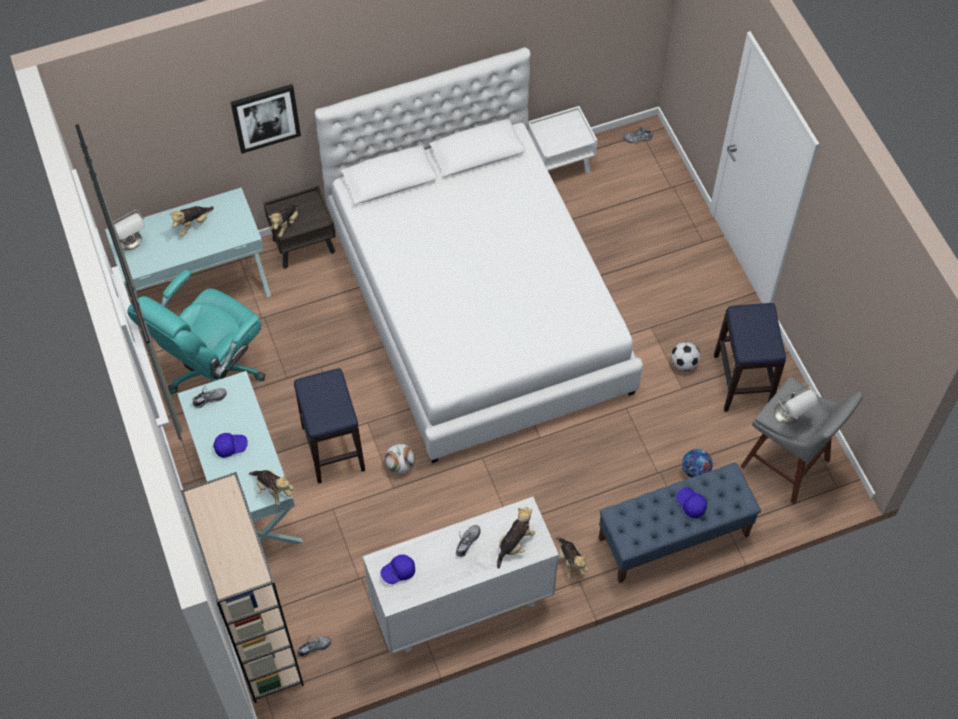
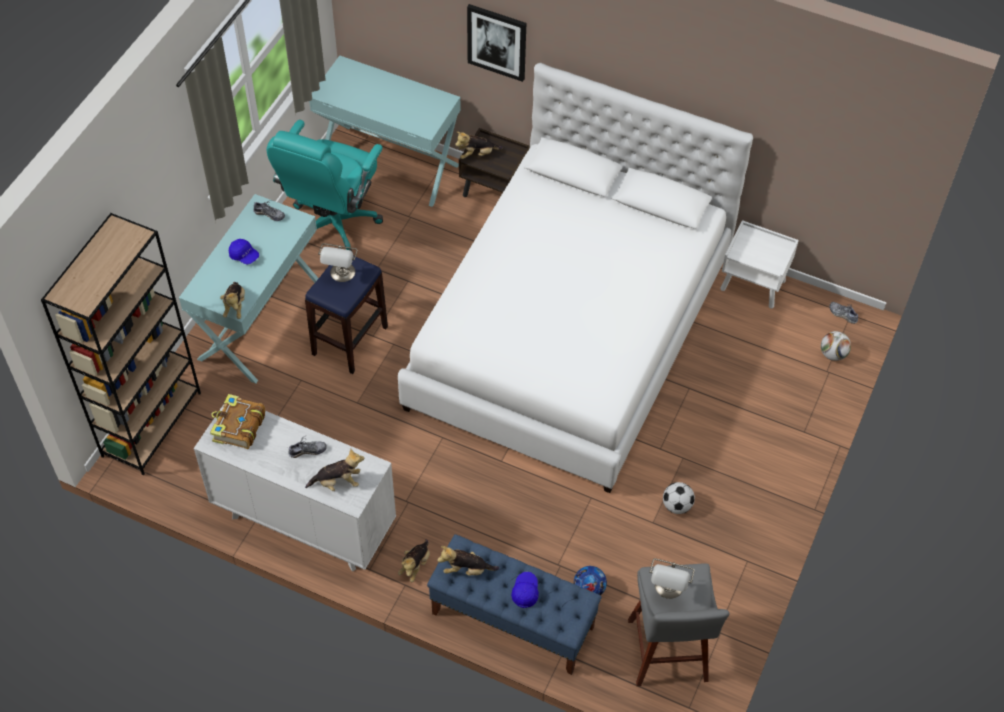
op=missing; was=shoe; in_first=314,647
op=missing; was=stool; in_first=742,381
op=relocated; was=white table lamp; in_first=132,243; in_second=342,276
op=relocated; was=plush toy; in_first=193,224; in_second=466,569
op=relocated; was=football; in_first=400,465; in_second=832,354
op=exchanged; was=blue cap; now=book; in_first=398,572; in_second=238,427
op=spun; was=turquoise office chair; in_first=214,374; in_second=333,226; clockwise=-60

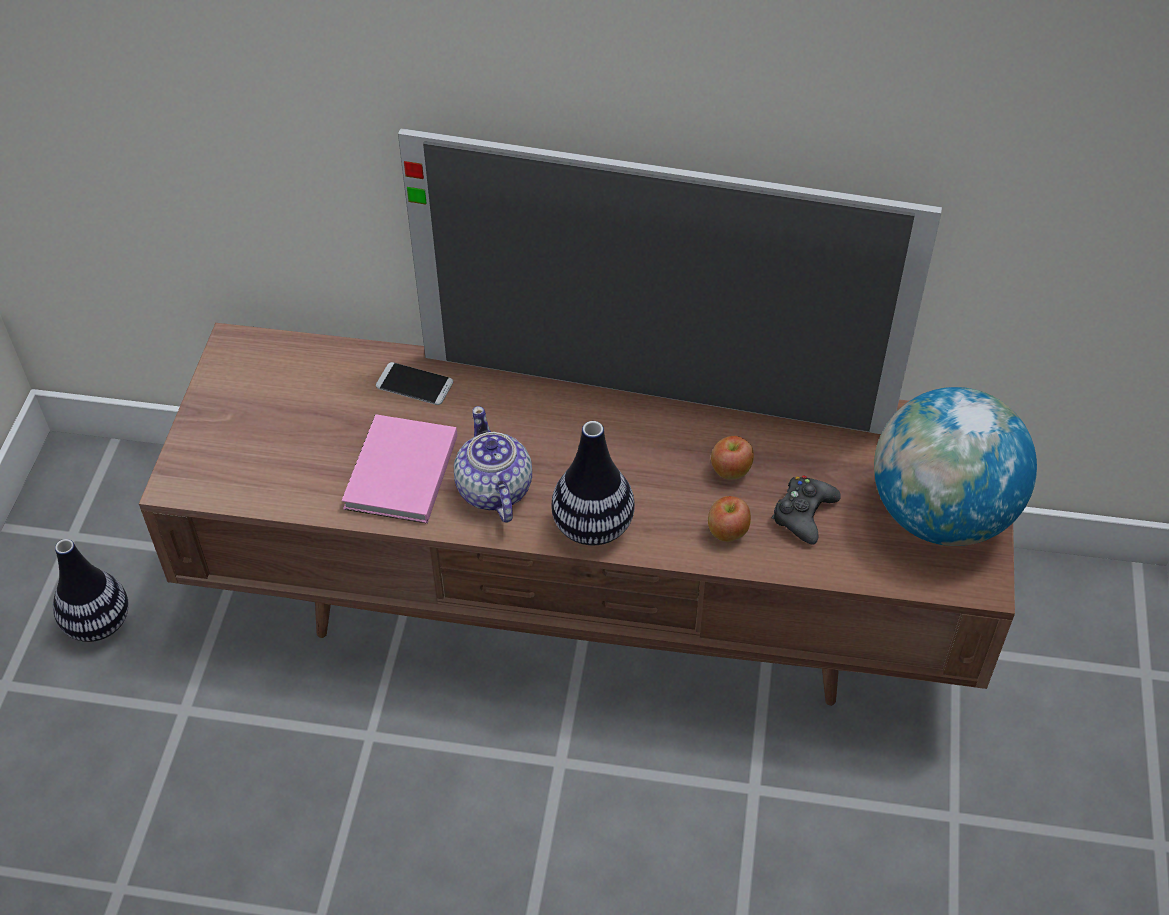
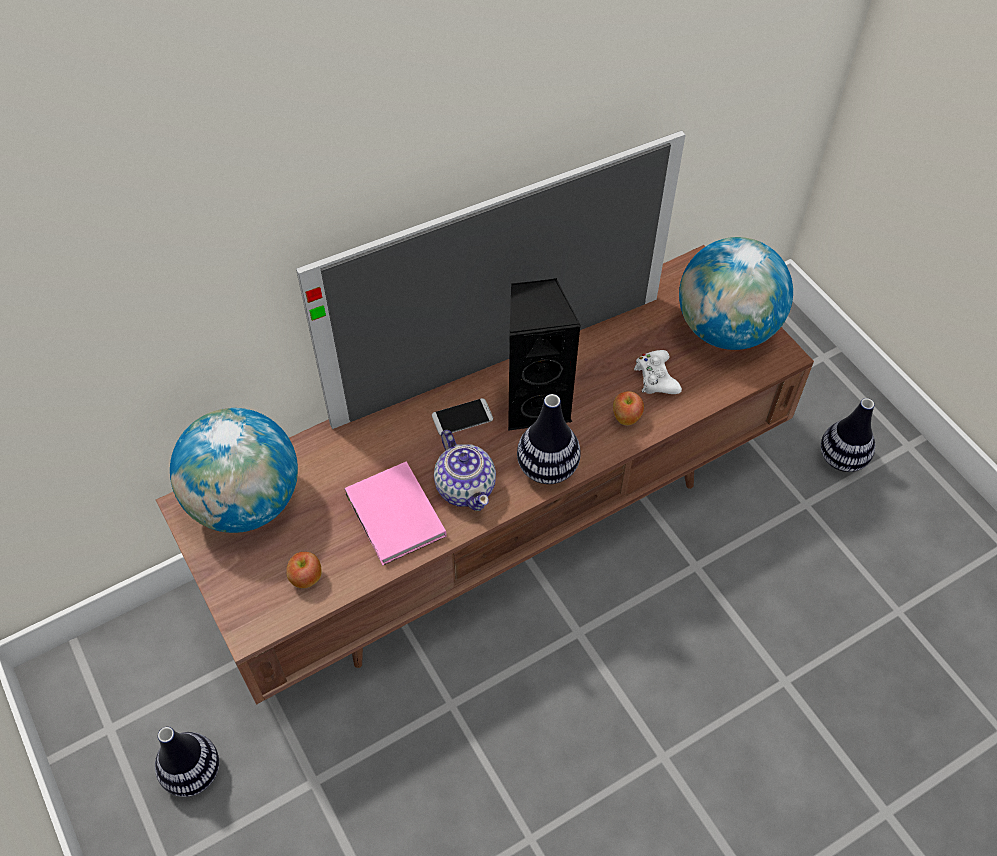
op=appeared; now=globe; in_second=246,502
op=appeared; now=black speaker; in_second=536,404
op=appeared; now=vase; in_second=842,458
op=relocated; was=phone; in_first=414,384; in_second=462,417
op=relocated; was=apple; in_first=730,471; in_second=306,578
op=colour; was=black game controller; now=white game controller; in_first=803,514; in_second=656,378
op=spun; was=teapot; in_first=493,490; in_second=465,486; clockwise=-150

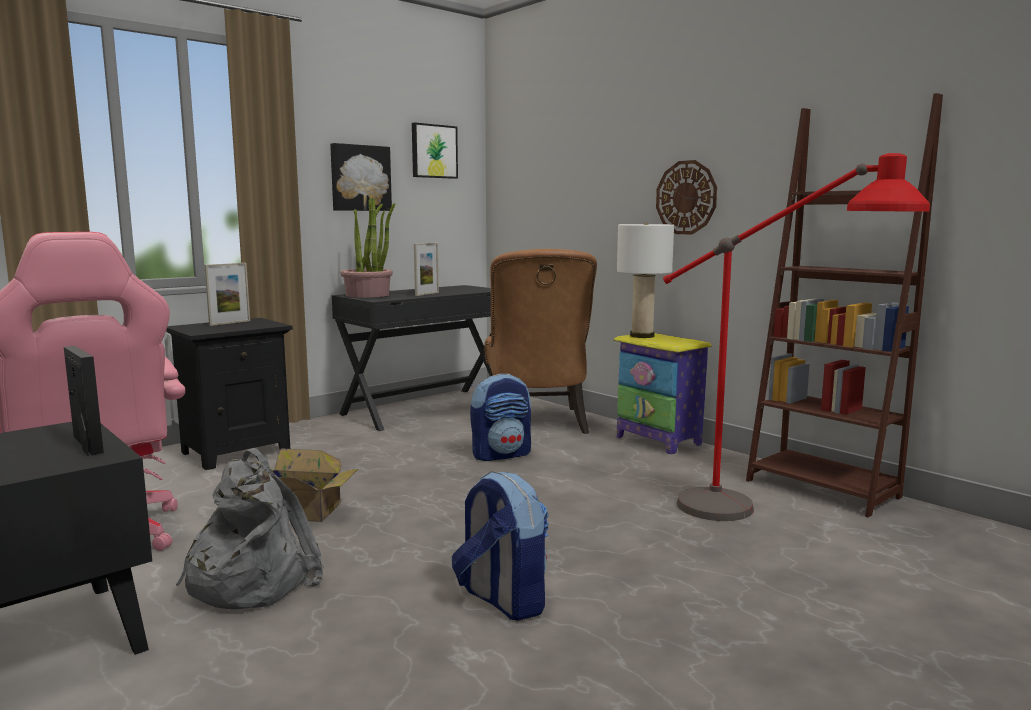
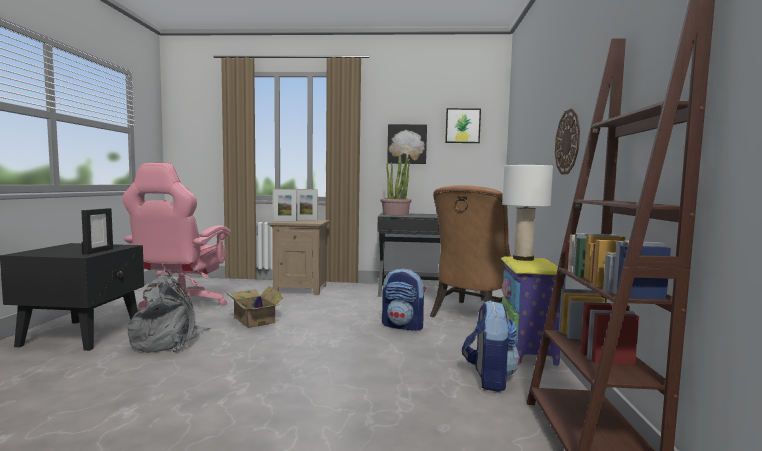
op=missing; was=red floor lamp; in_first=769,517
op=relocated; was=picture frame; in_first=427,294; in_second=284,221
op=relocated; was=backpack; in_first=502,600; in_second=489,378
op=colour; was=black nightstand; now=beige nightstand; in_first=238,452; in_second=300,289

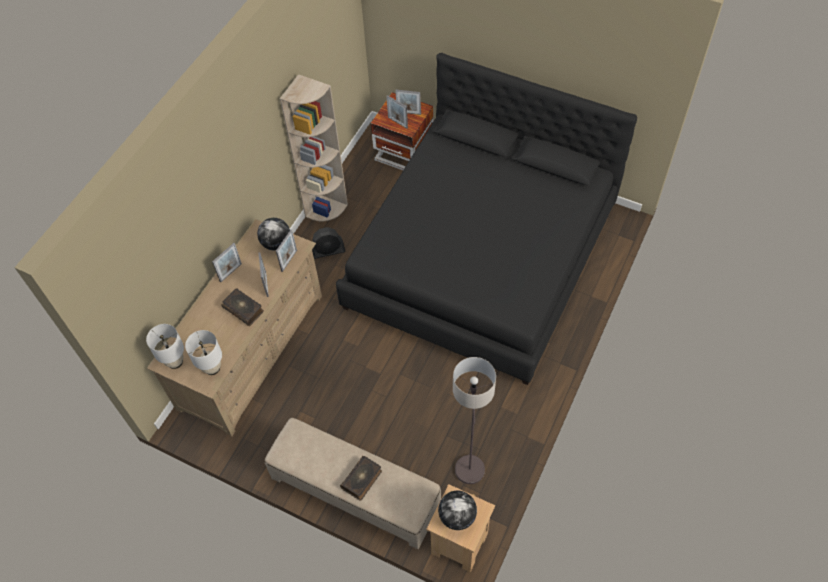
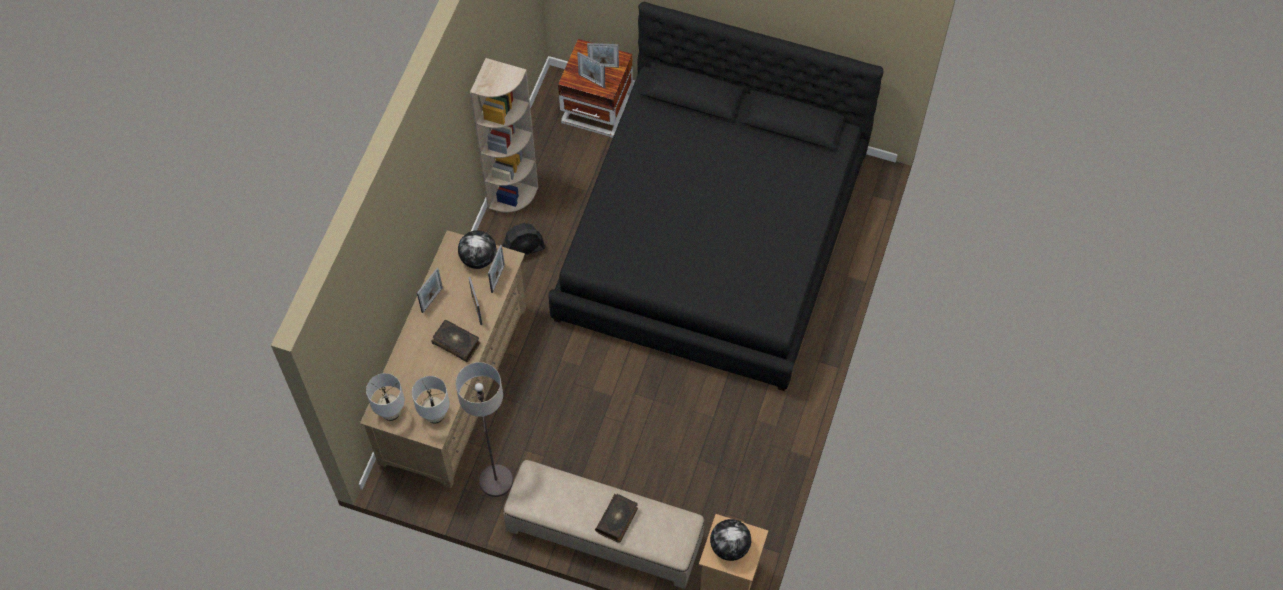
op=relocated; was=grey floor lamp; in_first=469,461; in_second=495,471

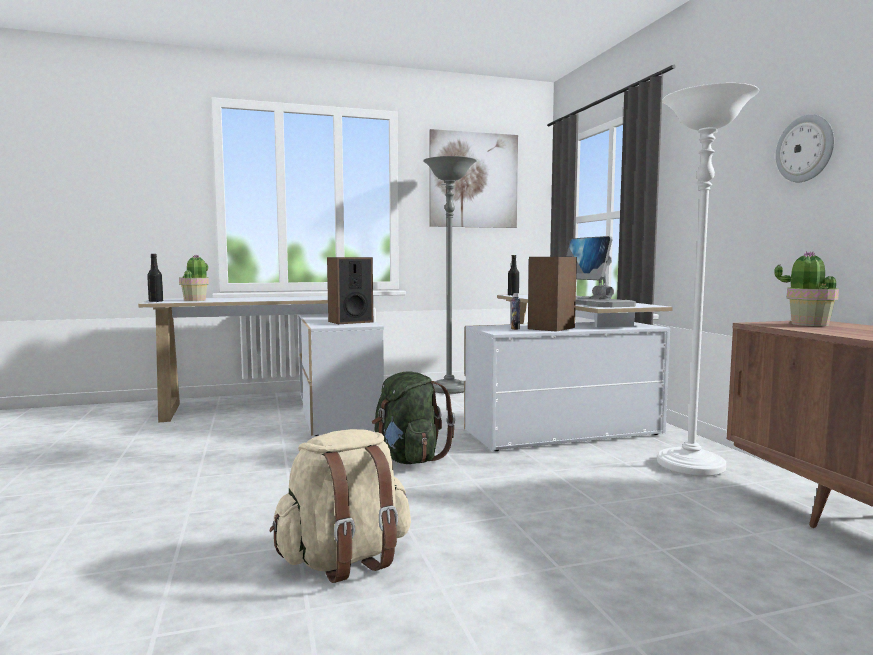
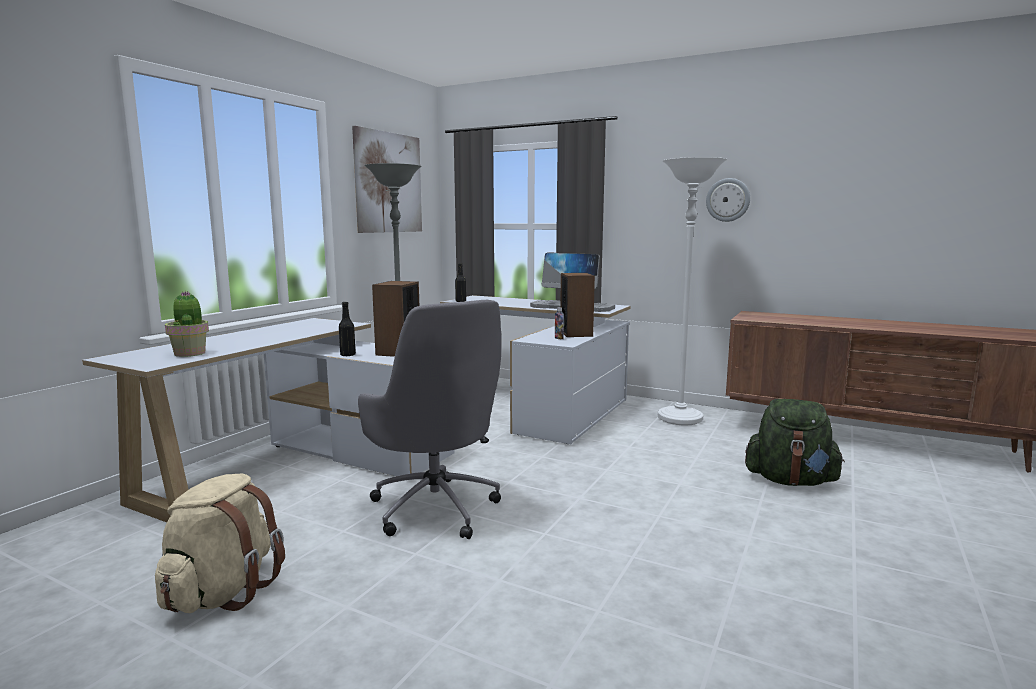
op=missing; was=potted plant; in_first=809,324
op=appeared; now=grey office chair; in_second=436,509
op=relocated; was=black bottle; in_first=156,301; in_second=348,355
op=relocated; was=beige backpack; in_first=345,559; in_second=223,592
op=relocated; was=green backpack; in_first=408,459; in_second=790,481

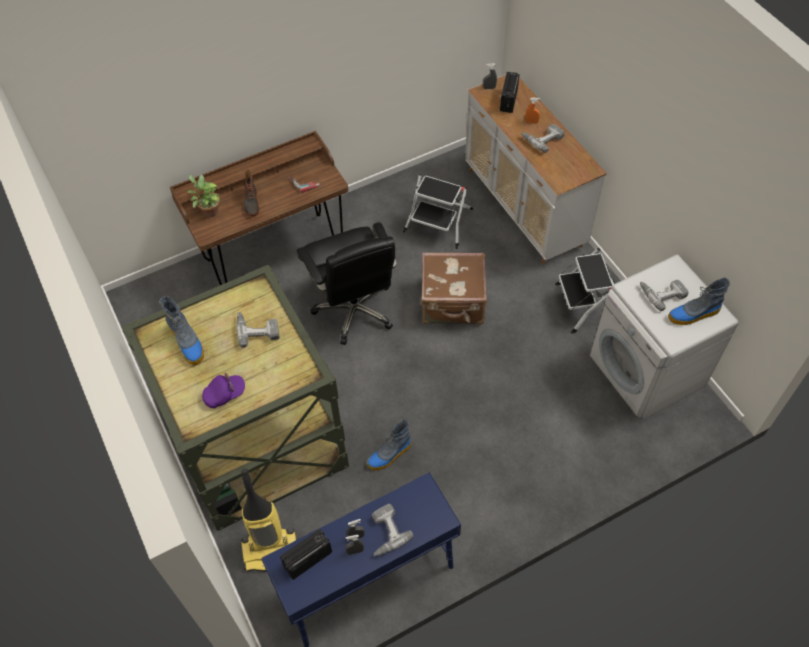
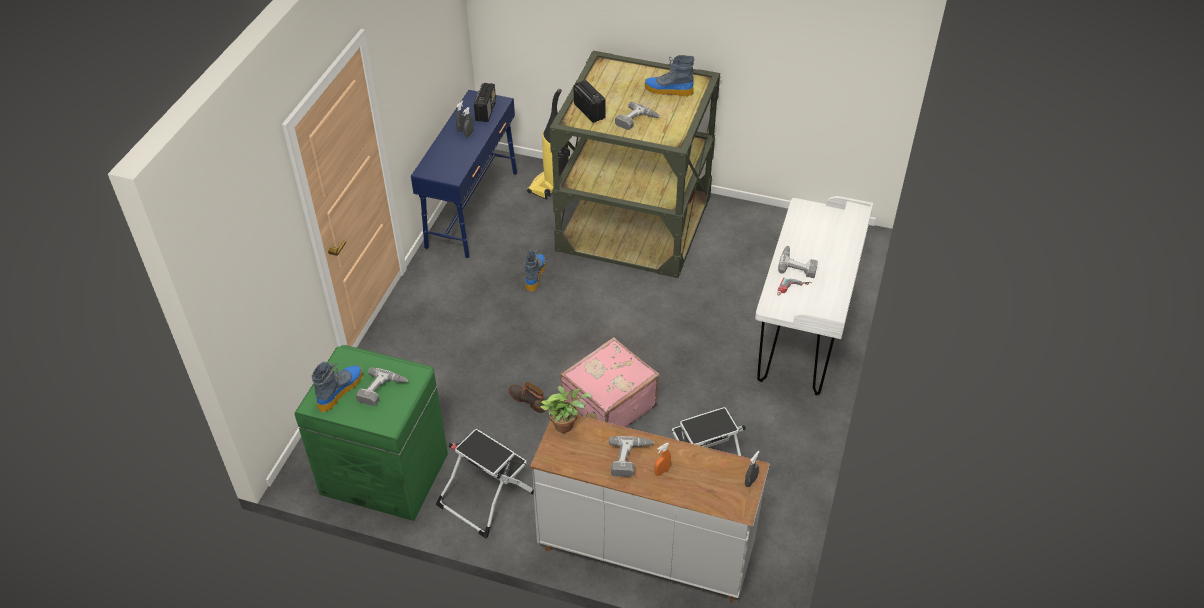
op=missing; was=purple cap; in_first=225,394
op=missing; was=black office chair; in_first=353,308
op=relocated; was=potted plant; in_first=209,211; in_second=566,424
op=relocated; was=boot; in_first=251,203; in_second=528,400
op=relocated; was=power drill; in_first=385,533; in_second=798,265
op=relocated; was=radio; in_first=508,101; in_second=589,111
op=colour; was=brown desk; now=white desk; in_first=274,253; in_second=803,337
op=colour; was=brown suitcase; now=pink suitcase; in_first=453,303; in_second=608,406
op=colour; was=white washing machine; now=green washing machine; in_first=645,370; in_second=385,469

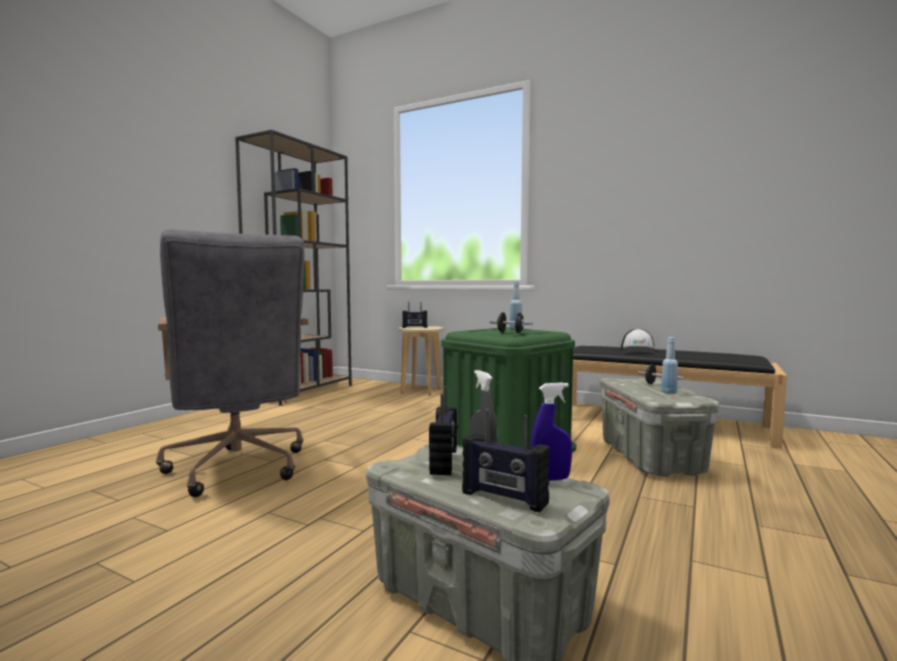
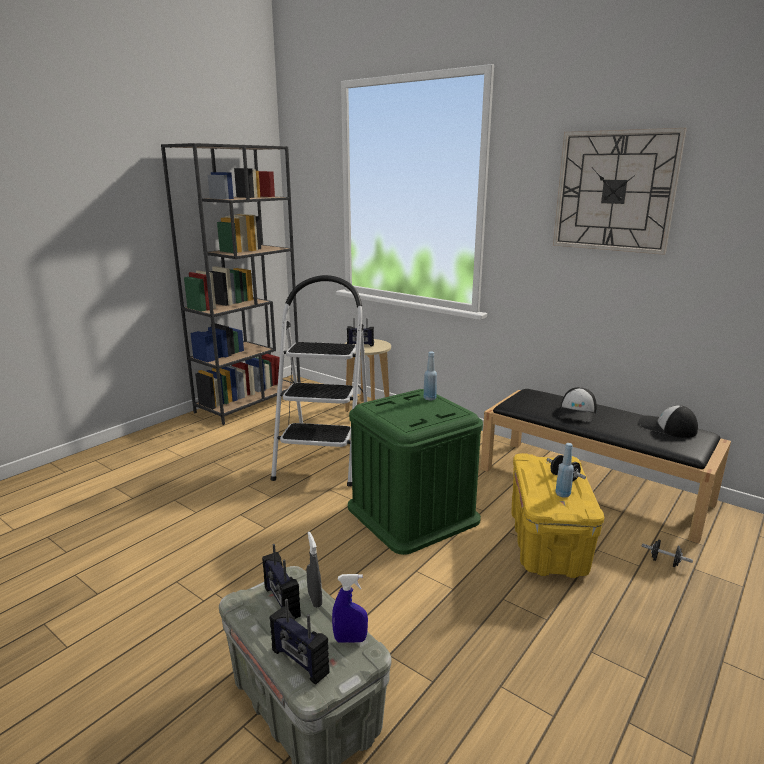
op=missing; was=grey office chair; in_first=238,471
op=appeared; now=step ladder; in_second=326,456
op=appeared; now=wall clock; in_second=614,191
op=appeared; now=cap; in_second=667,427
op=relocated; was=black dumbbell; in_first=510,332; in_second=664,562
op=colour; was=grey storage box; now=yellow storage box; in_first=651,458; in_second=548,544
op=spun; was=radio; in_first=445,461; in_second=281,602; clockwise=135

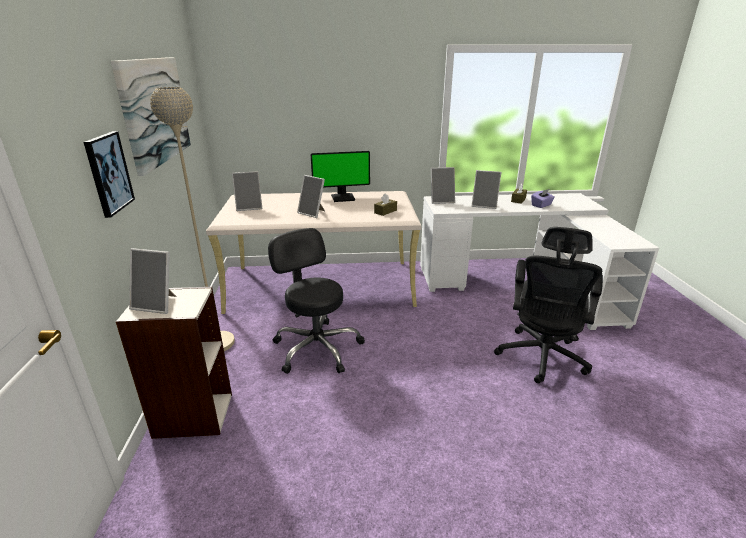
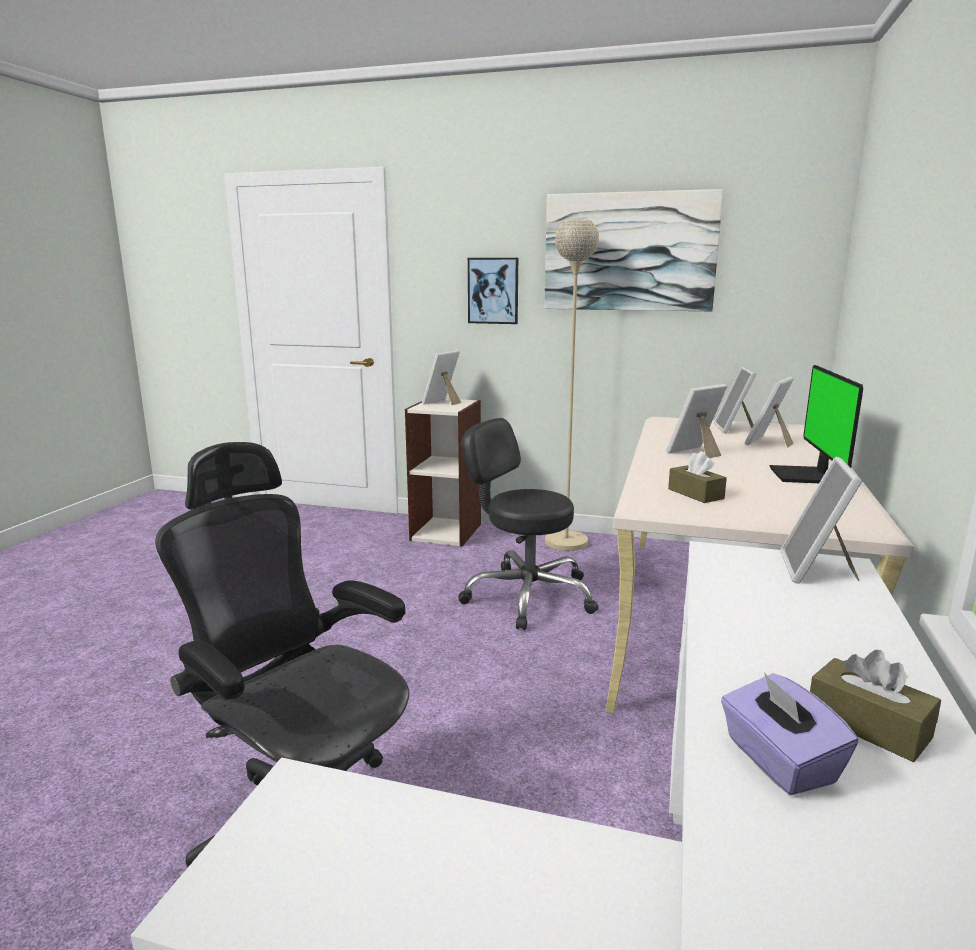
op=relocated; was=picture frame; in_first=484,205; in_second=768,443
op=spun; was=black office chair; in_first=315,346; in_second=523,595; clockwise=-135

